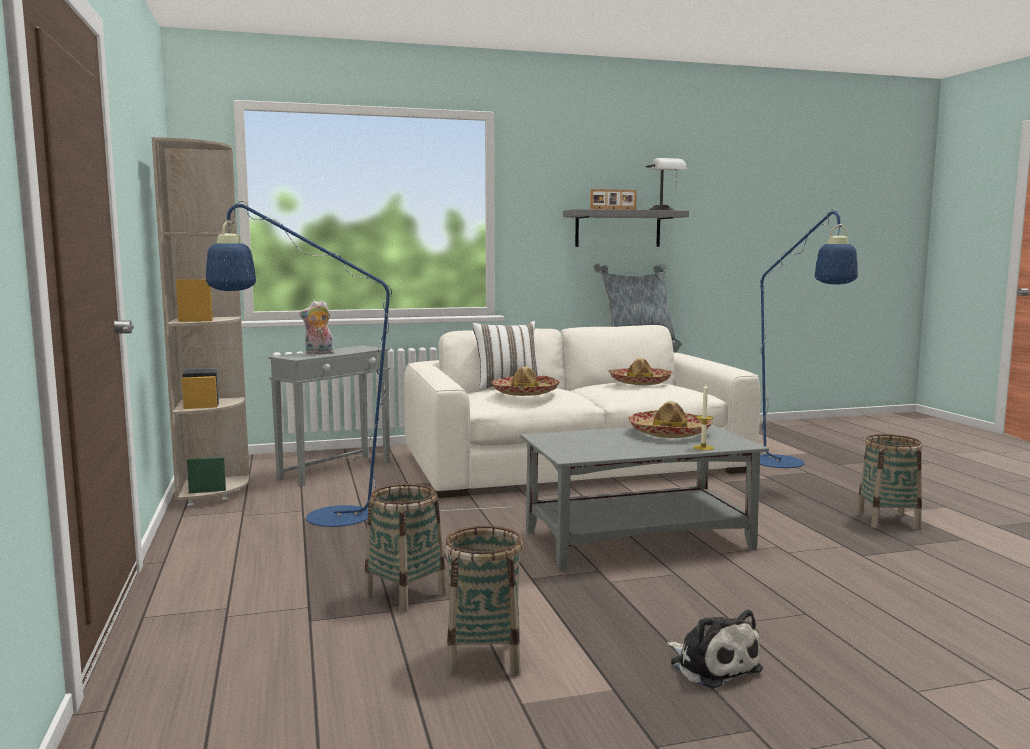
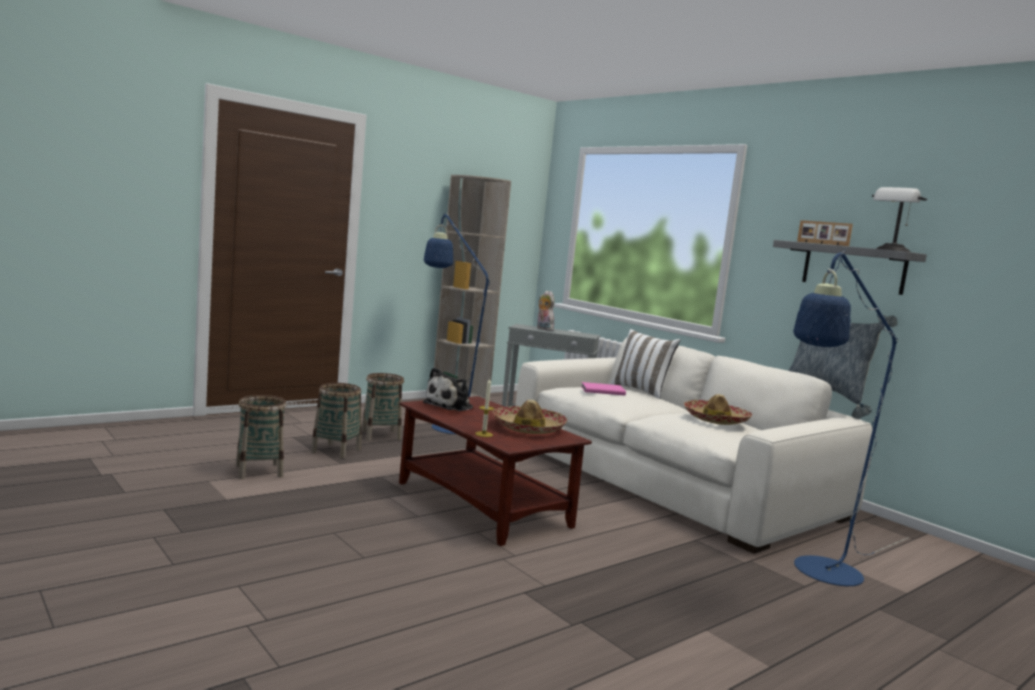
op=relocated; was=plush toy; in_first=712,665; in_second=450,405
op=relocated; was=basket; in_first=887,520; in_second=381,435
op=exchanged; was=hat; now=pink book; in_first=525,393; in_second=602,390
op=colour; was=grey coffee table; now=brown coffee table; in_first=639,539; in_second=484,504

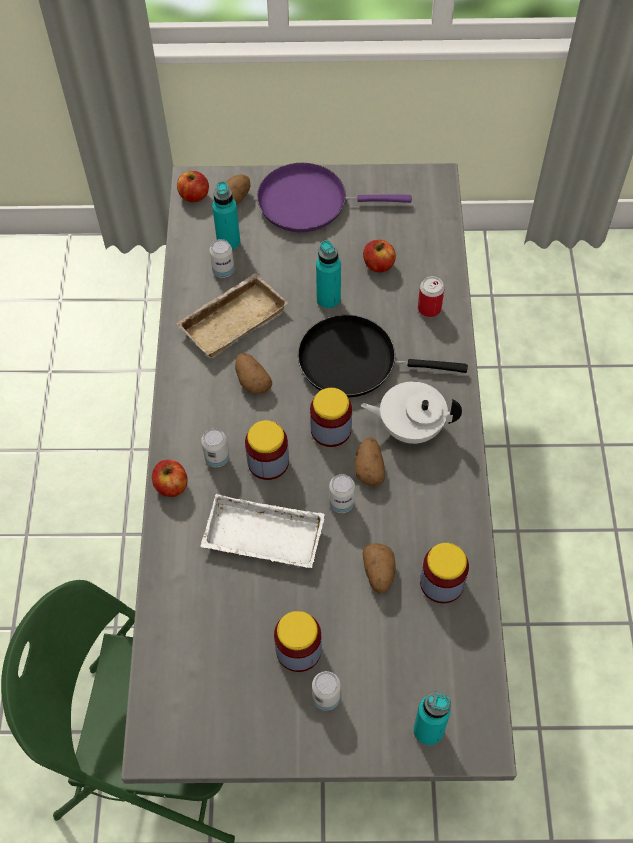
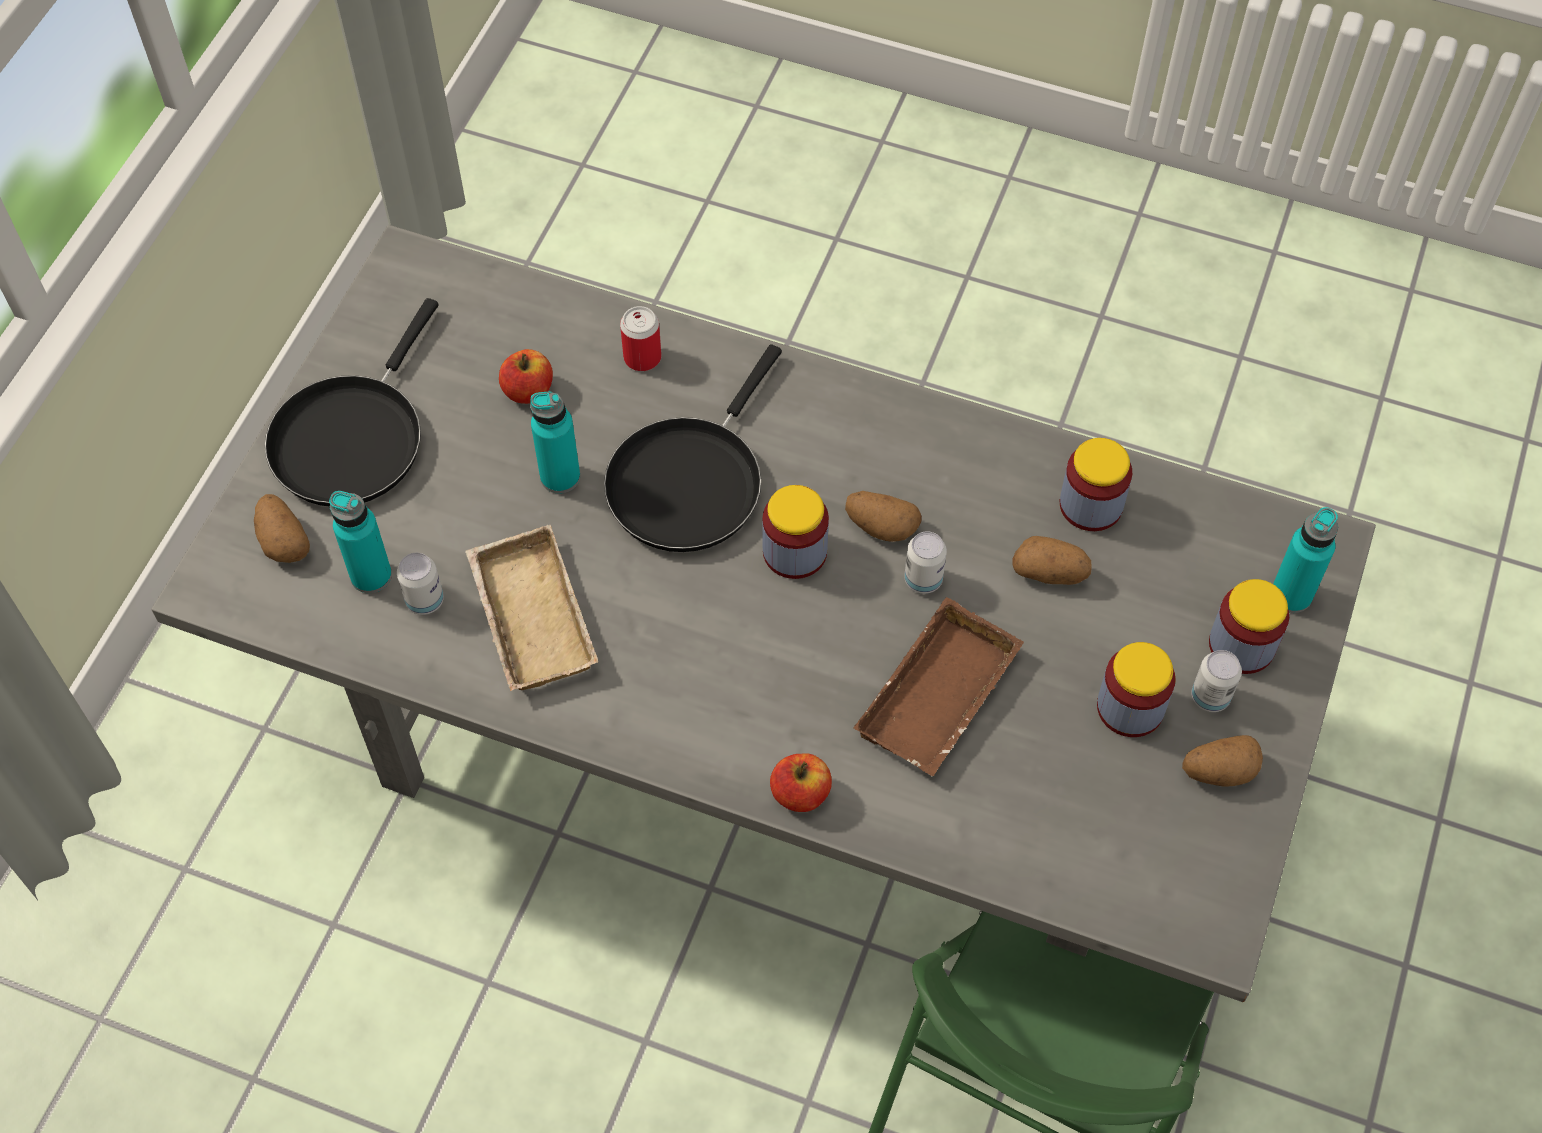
op=missing; was=apple; in_first=194,196
op=missing; was=can; in_first=217,458
op=missing; was=white teapot; in_first=410,427
op=relocated; was=potato; in_first=252,381; in_second=1218,771
op=relocated; was=jar; in_first=268,462; in_second=1241,645
op=colour; was=white tray; now=brown tray; in_first=261,539; in_second=941,700
op=colour; was=purple frying pan; now=black frying pan; in_first=309,202; in_second=352,438

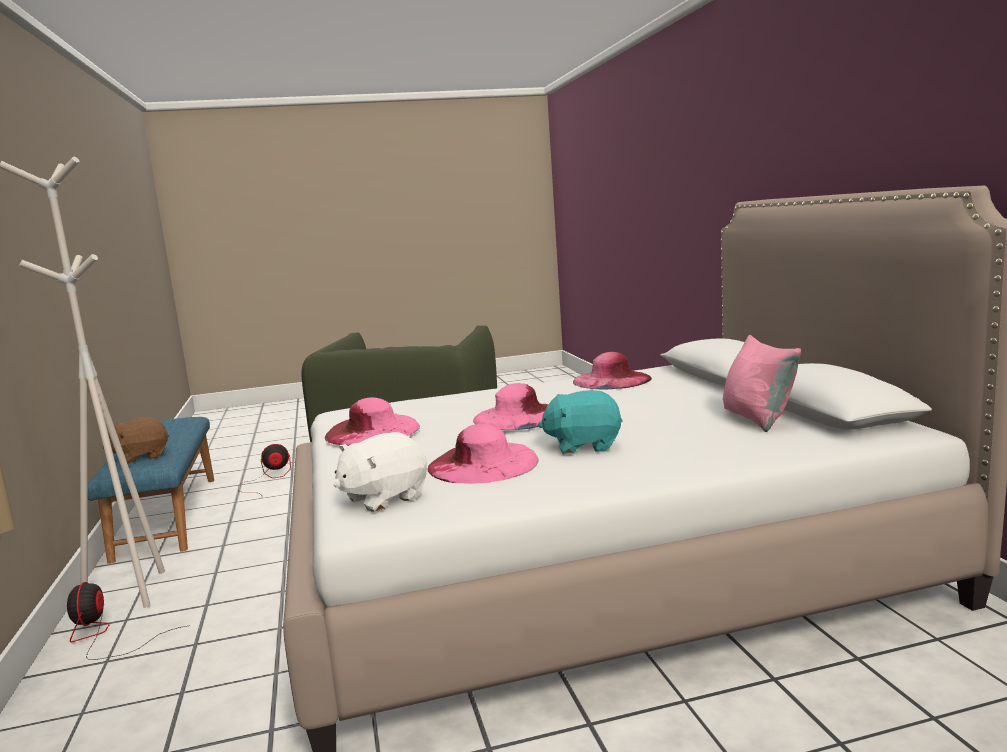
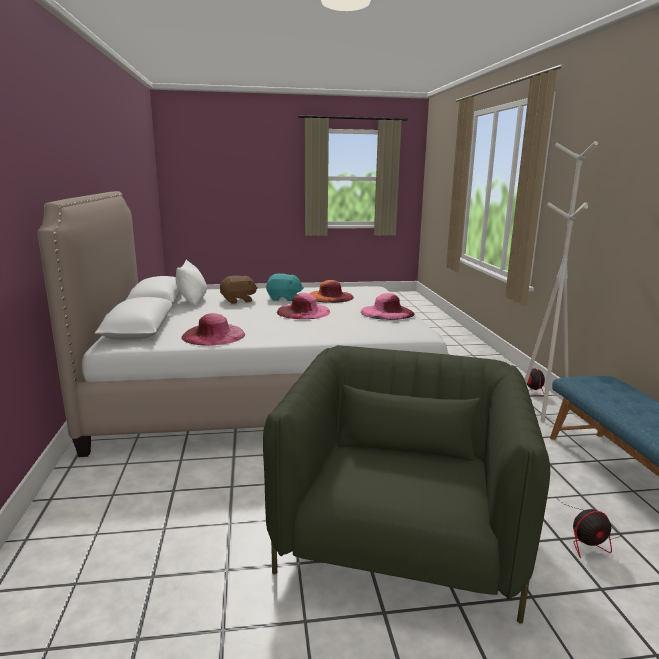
op=missing; was=white plush toy; in_first=384,498
op=relocated; was=brown plush toy; in_first=141,457; in_second=238,301
op=colour; was=pink hat; now=orange hat; in_first=483,463; in_second=330,297
op=colour; was=pink pillow; now=white pillow; in_first=757,419; in_second=192,301

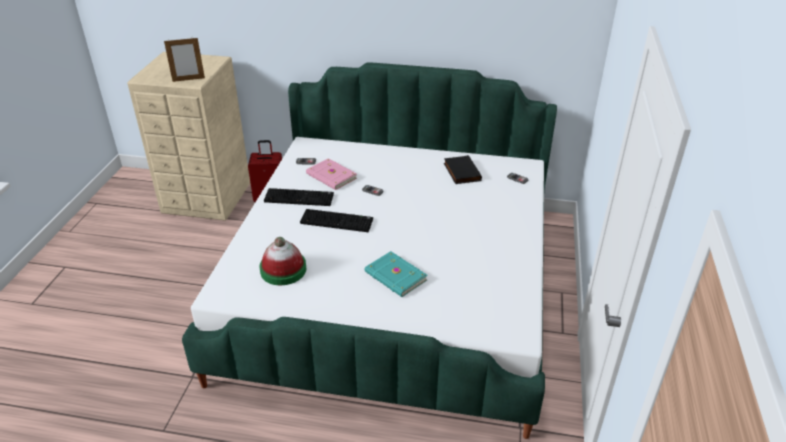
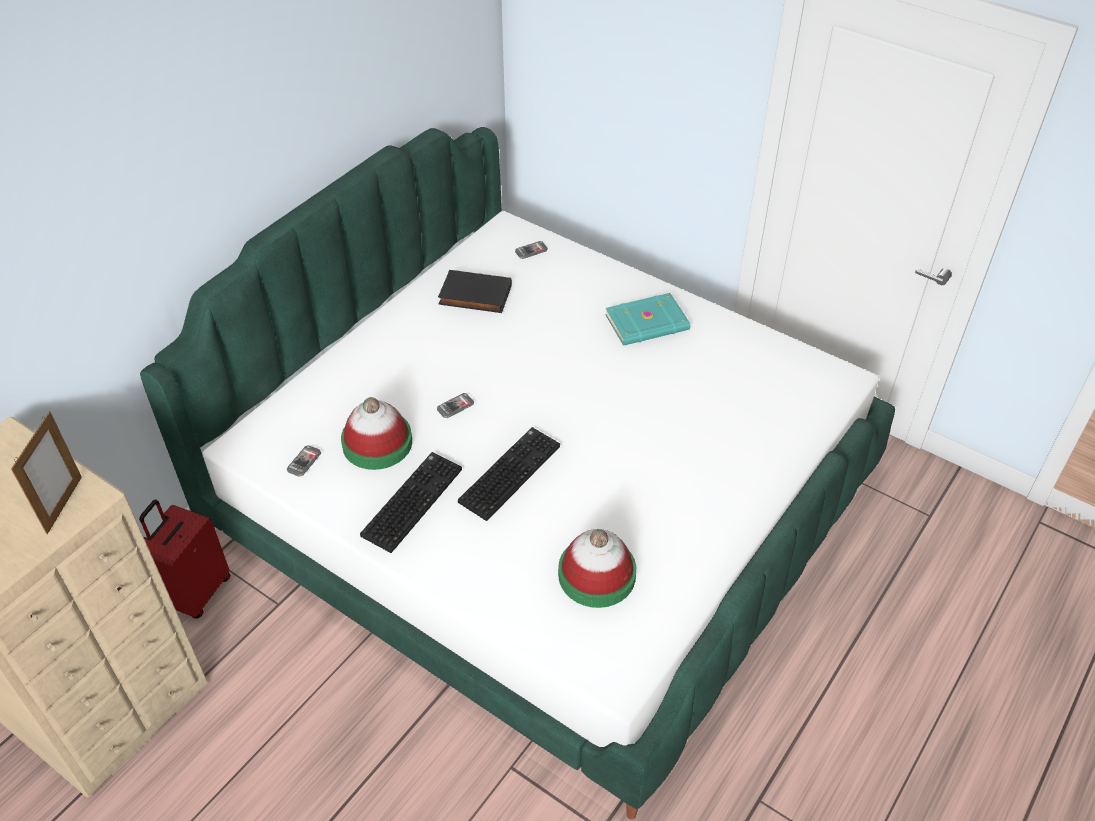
op=relocated; was=turquoise book; in_first=395,277; in_second=648,323
op=exchanged; was=pink book; now=hat; in_first=331,177; in_second=377,443

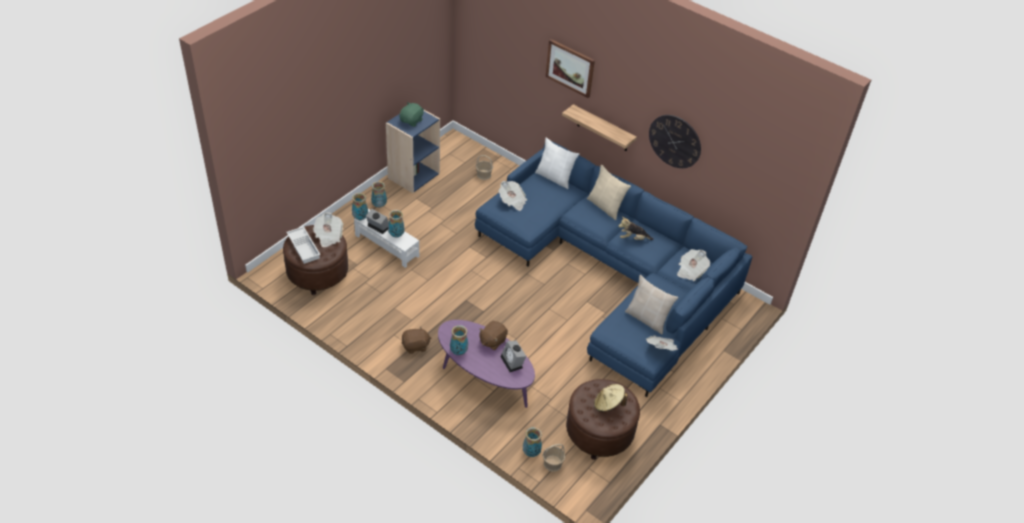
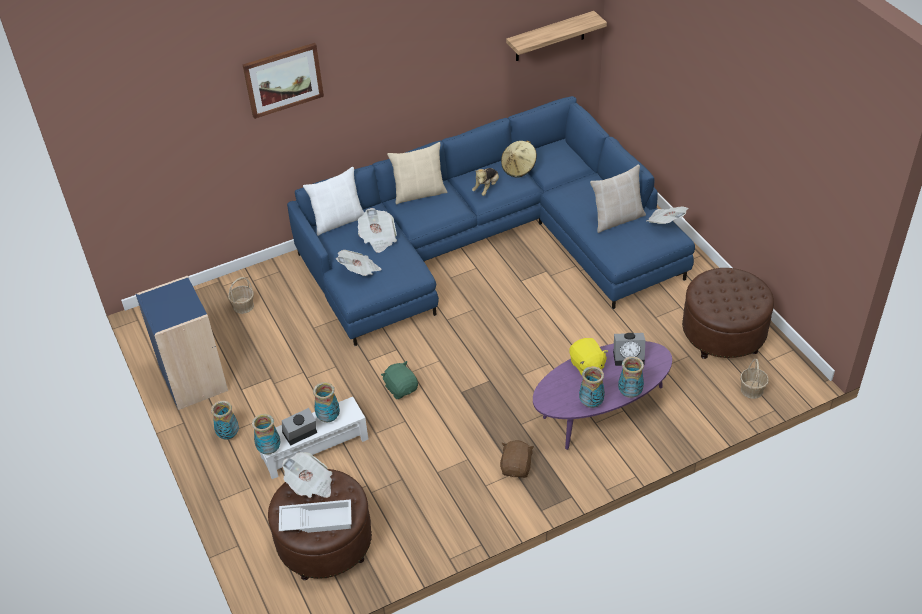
op=missing; was=wall clock; in_first=675,141
op=relocated; was=green plush toy; in_first=412,121; in_second=401,388
op=relocated; was=vase; in_first=531,453; in_second=630,393
op=relocated; was=shelf; in_first=603,129; in_second=550,37
op=relocated; was=beige hat; in_first=608,404; in_second=519,168
op=relocated; was=newspaper; in_first=691,271; in_second=378,238
op=colour; was=brown plush toy; now=yellow plush toy; in_first=492,341; in_second=587,365

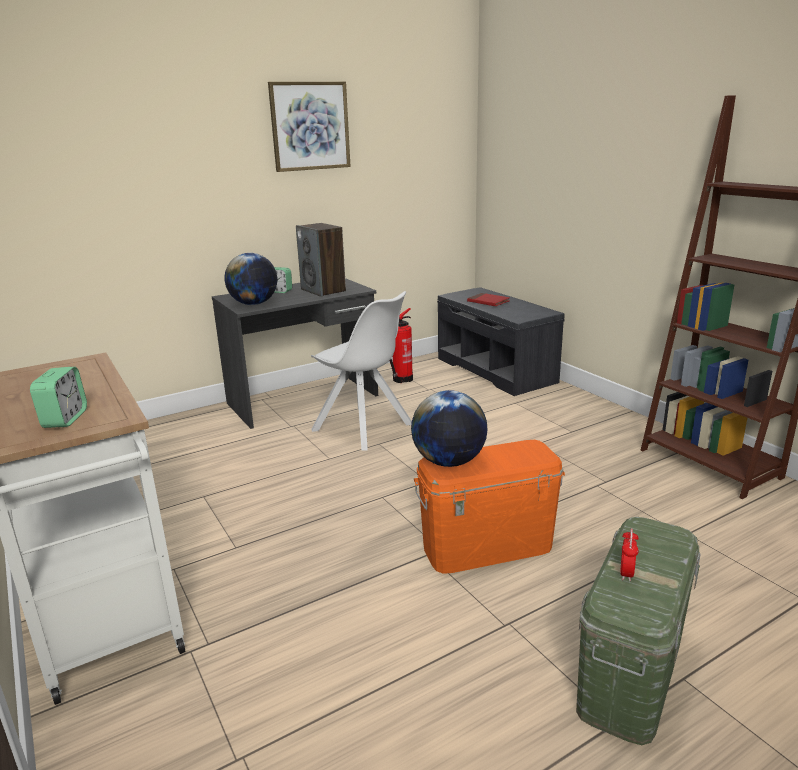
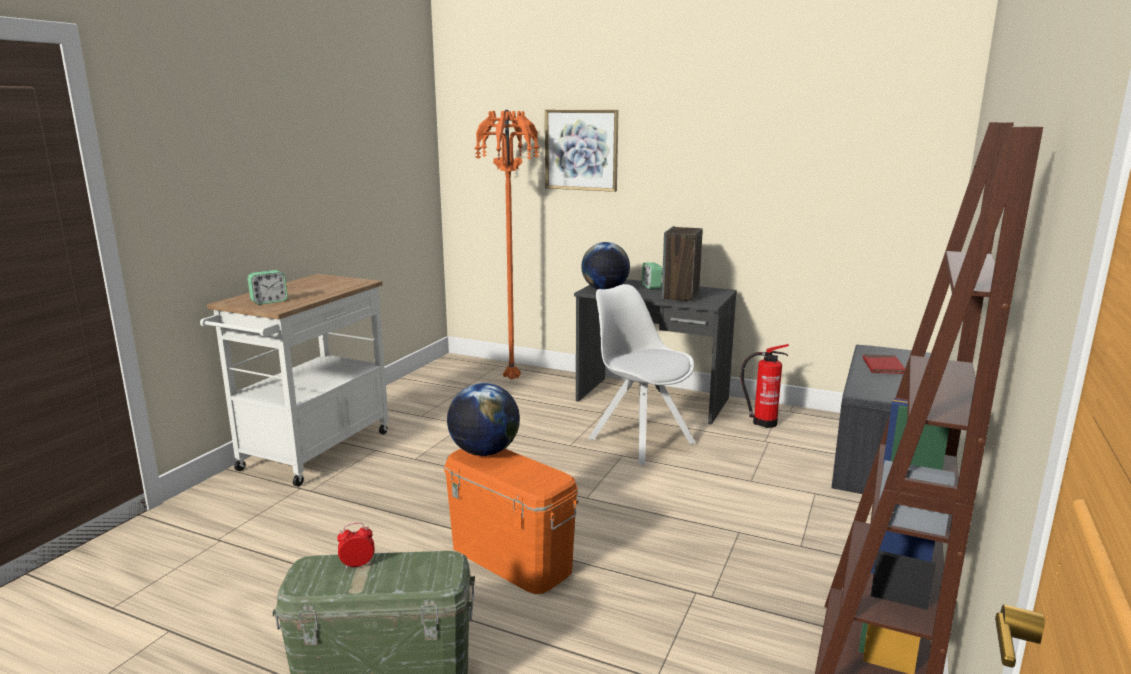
op=appeared; now=orange floor lamp; in_second=513,379
op=relocated; was=picture; in_first=310,126; in_second=581,150
op=spun; was=white chair; in_first=363,428; in_second=640,440; clockwise=135

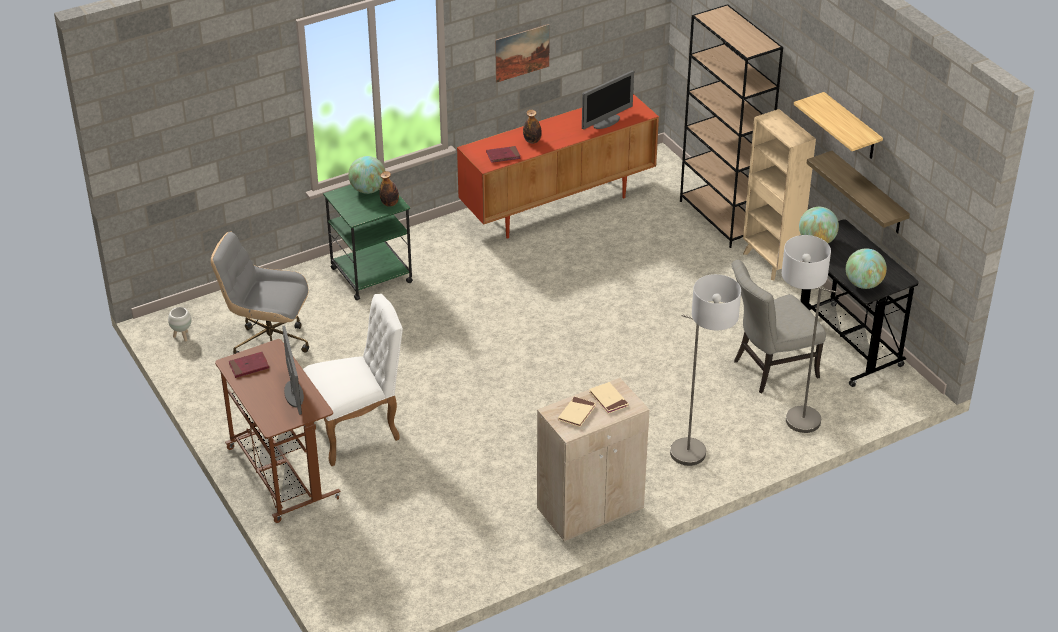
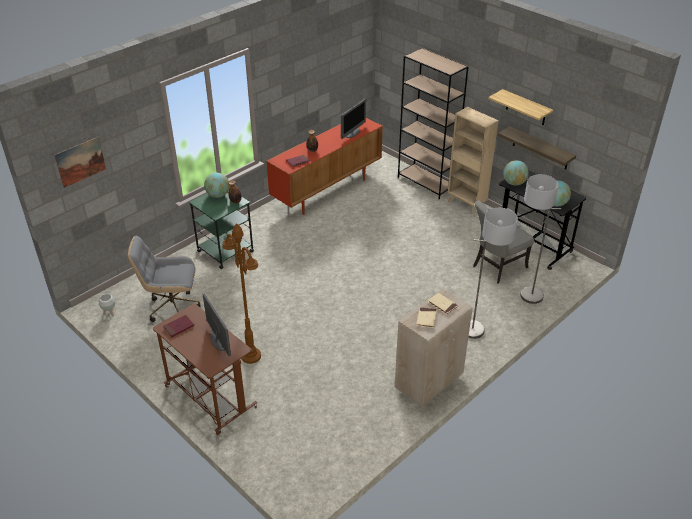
op=relocated; was=picture; in_first=522,53; in_second=80,161
op=exchanged; was=white chair; now=brown floor lamp; in_first=356,430; in_second=251,356

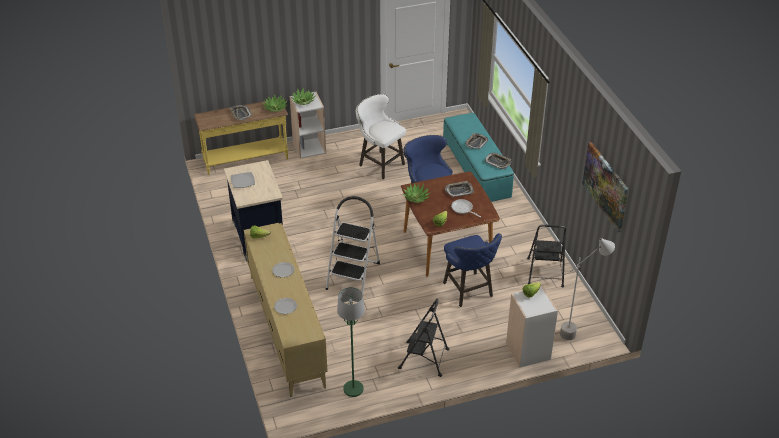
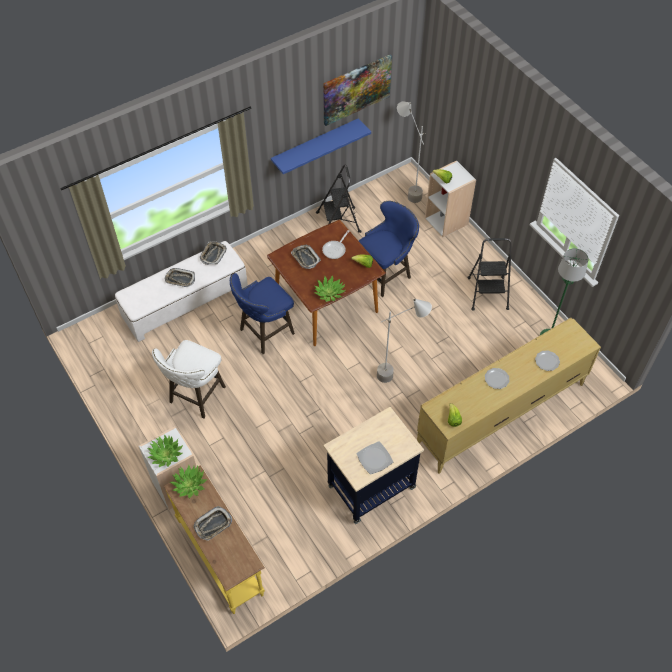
op=appeared; now=blue shelf; in_second=315,145
op=exchanged; was=step ladder; now=grey floor lamp; in_first=354,275; in_second=398,375
op=colour; was=turquoise bench; now=white bench; in_first=476,169; in_second=185,300

